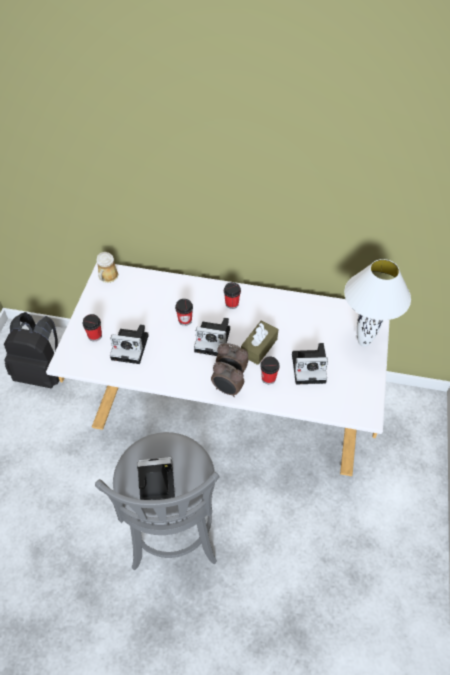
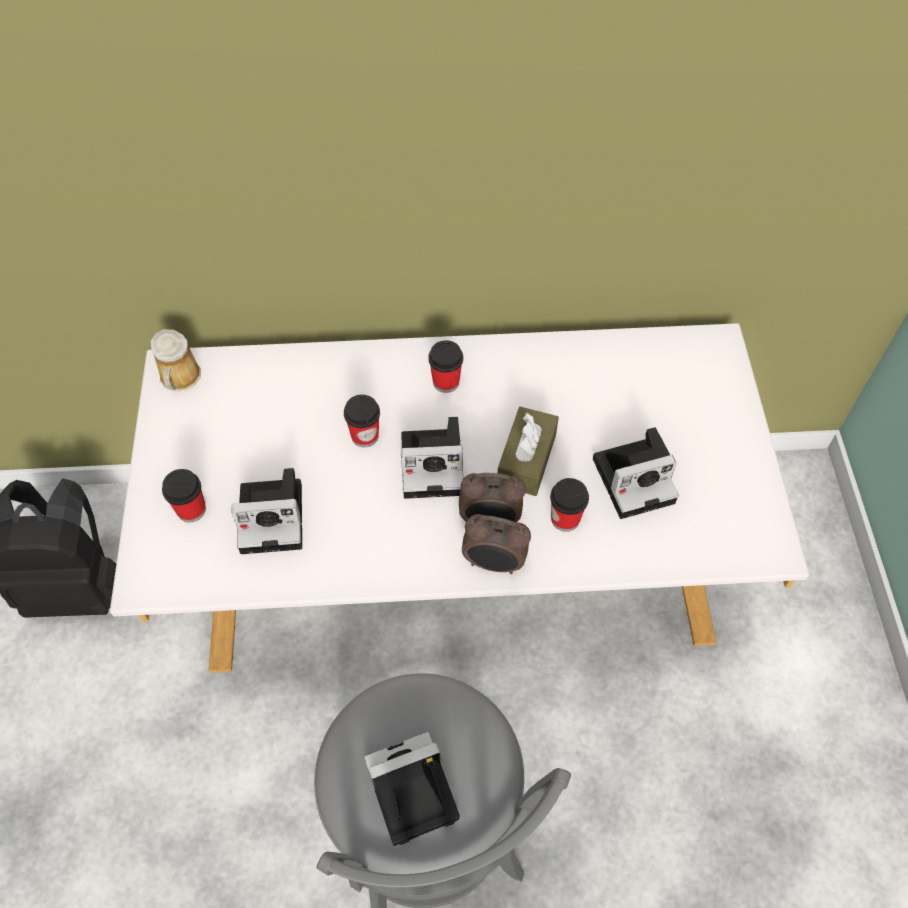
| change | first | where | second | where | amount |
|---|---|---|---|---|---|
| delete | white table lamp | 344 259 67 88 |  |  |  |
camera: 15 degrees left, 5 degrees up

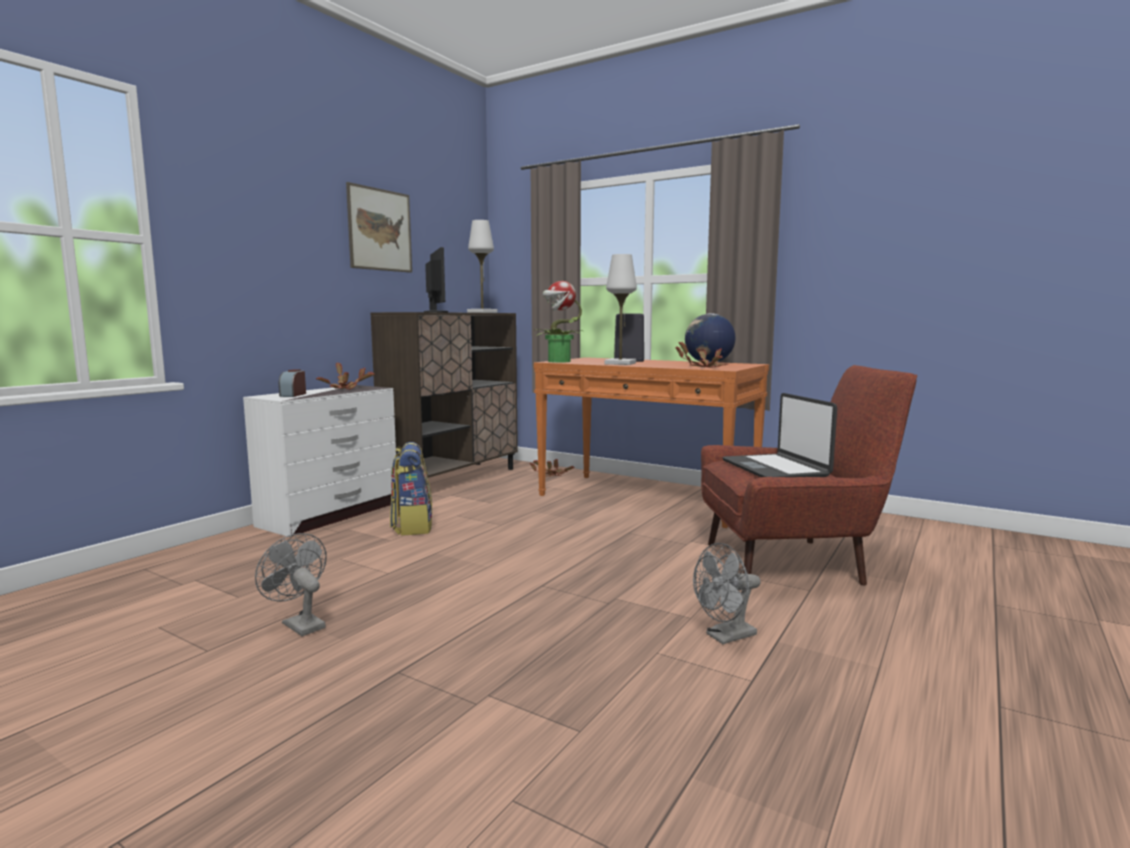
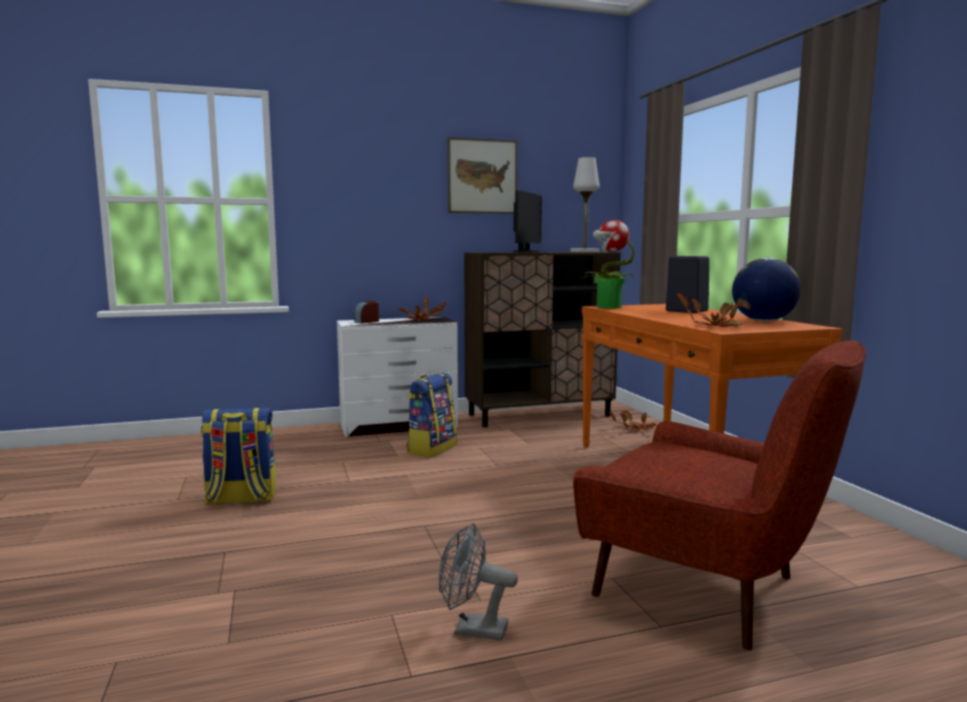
| change | first | where | second | where | amount |
|---|---|---|---|---|---|
| replace | grey fan | 255 533 72 103 | backpack | 201 408 75 97 |  |
| delete | white table lamp | 604 254 33 111 |  |  |  |
| delete | laptop | 722 393 115 84 |  |  |  |
camera: 40 degrees right, 0 degrees up

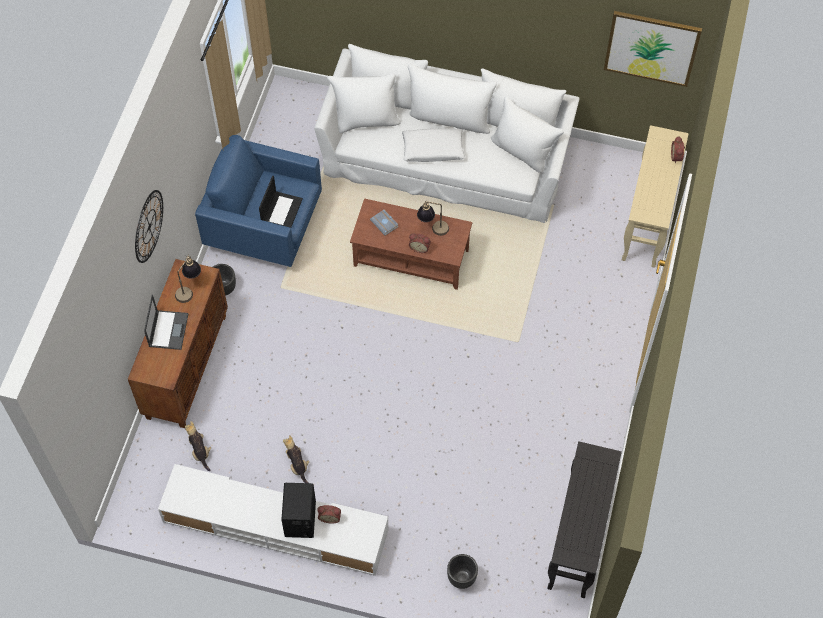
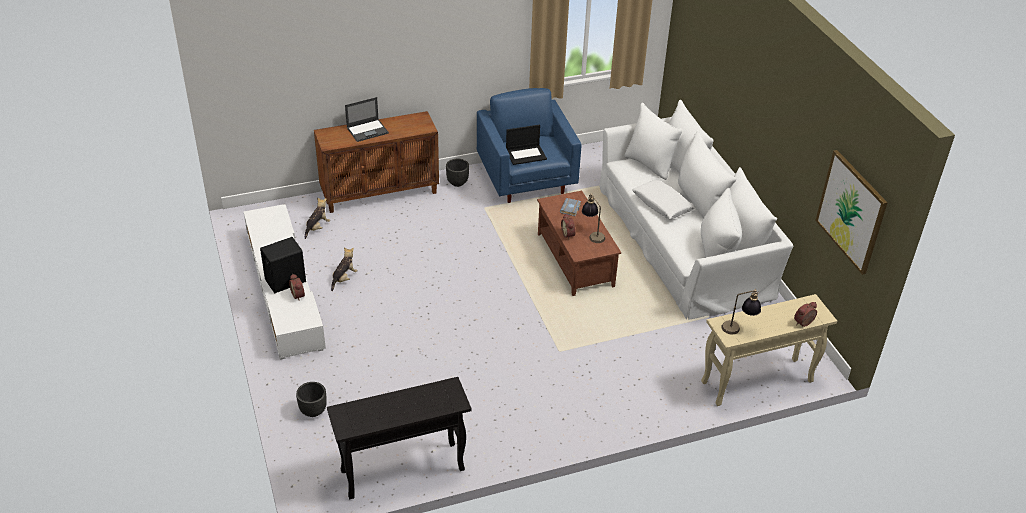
| change | first | where | second | where | amount |
|---|---|---|---|---|---|
| delete | wall clock | 135 190 28 73 |  |  |  |
| move | table lamp | 175 254 26 49 |  | 721 289 40 45 |  |
camera: 55 degrees right, 20 degrees down

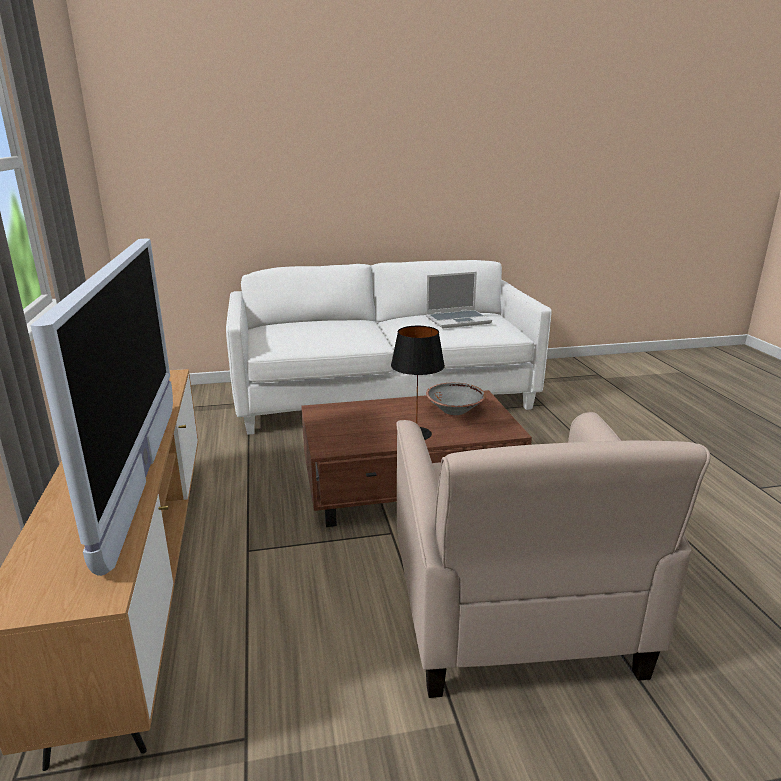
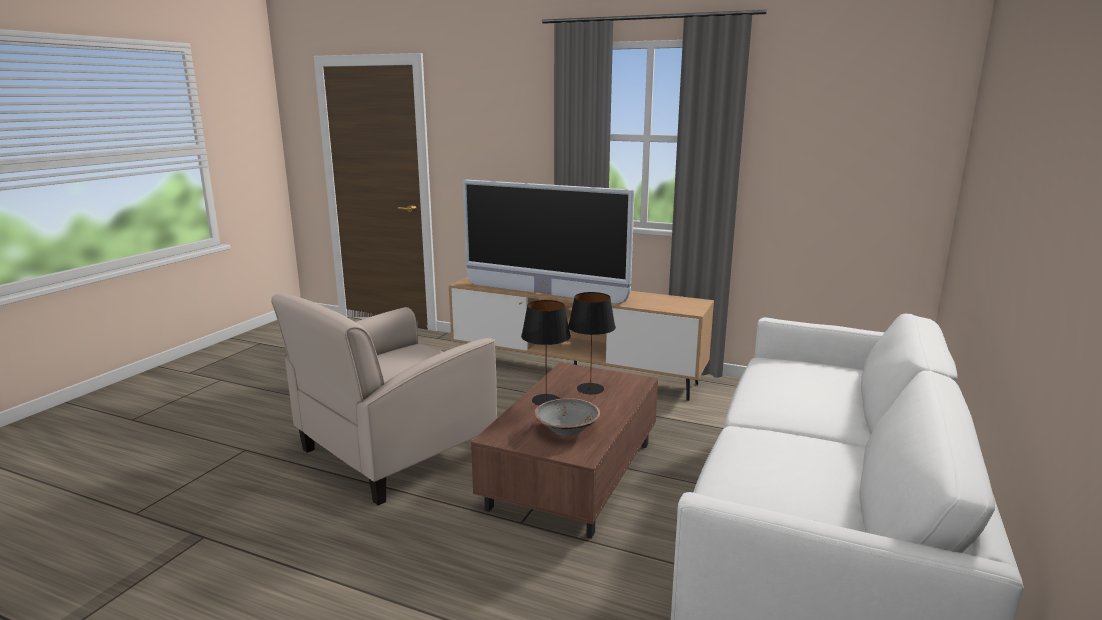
| change | first | where | second | where | amount |
|---|---|---|---|---|---|
| rotate | beige armchair | 396 412 314 286 |  | 271 293 226 212 | 75 degrees counterclockwise |
| delete | laptop | 426 272 66 56 |  |  |  |
| insert |  |  | black table lamp | 568 292 48 102 |  |
camera: 125 degrees right, 5 degrees down

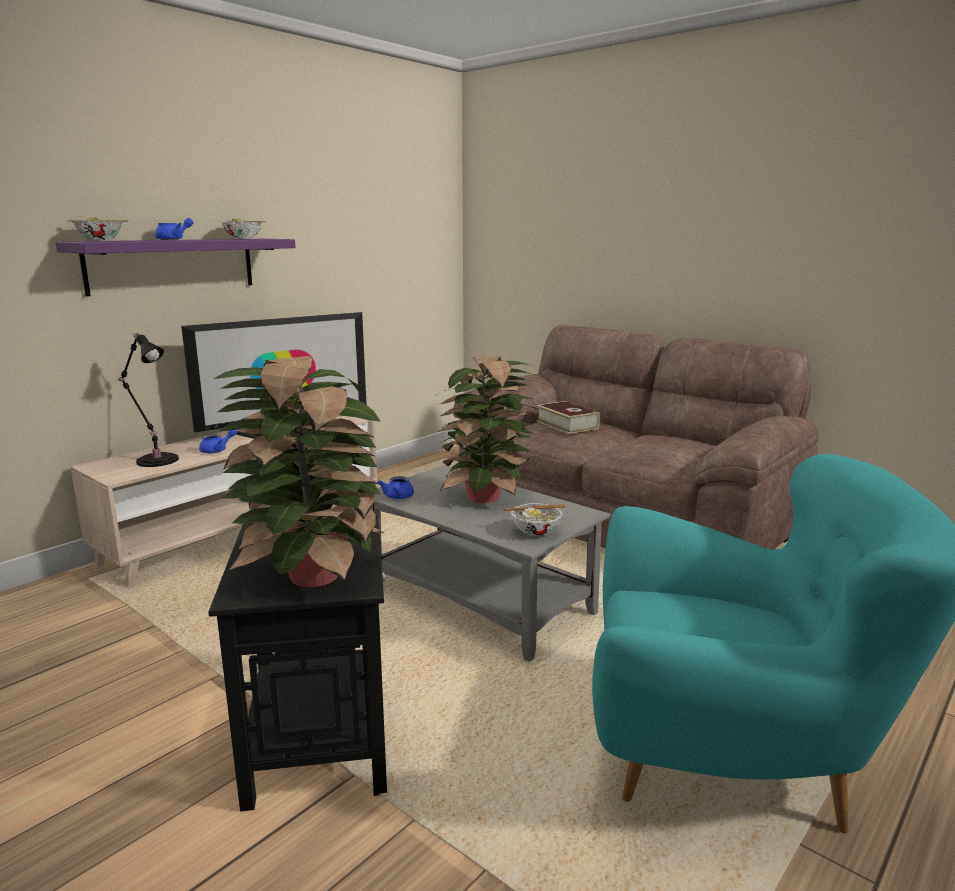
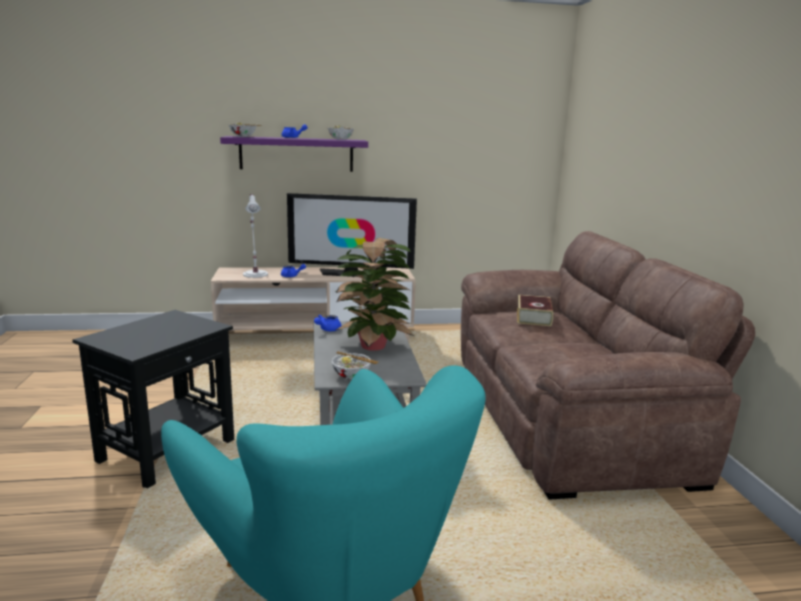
| change | first | where | second | where | amount |
|---|---|---|---|---|---|
| recolor | black table lamp | 117 333 62 134 | white table lamp | 243 194 25 84 |  |
| delete | potted plant | 214 356 171 231 |  |  |  |
camera: 40 degrees right, 0 degrees up

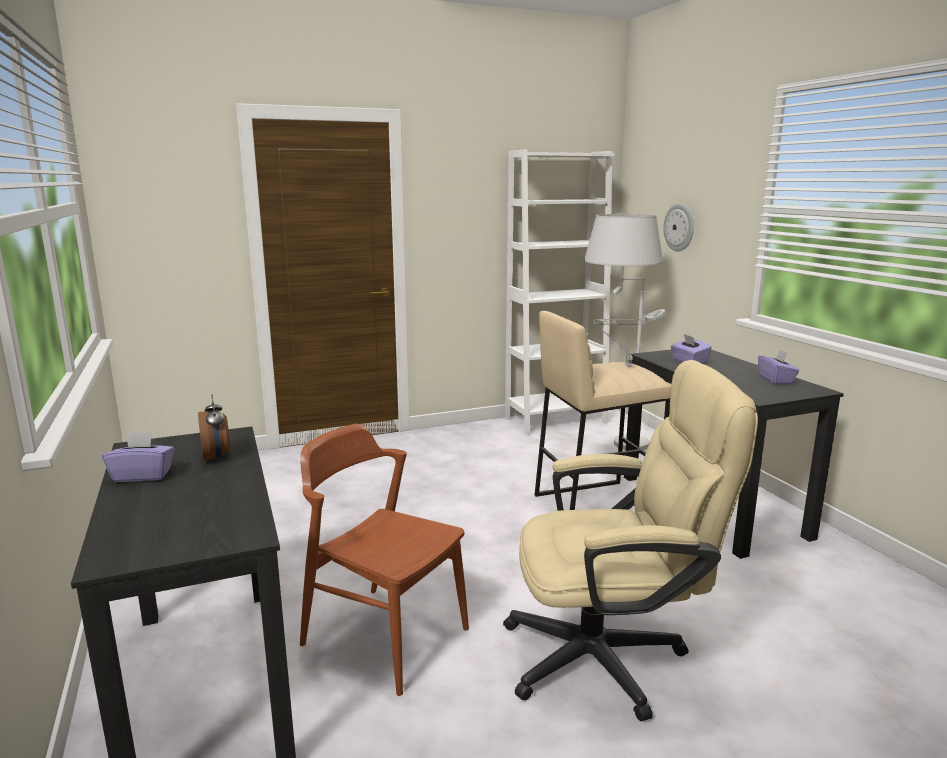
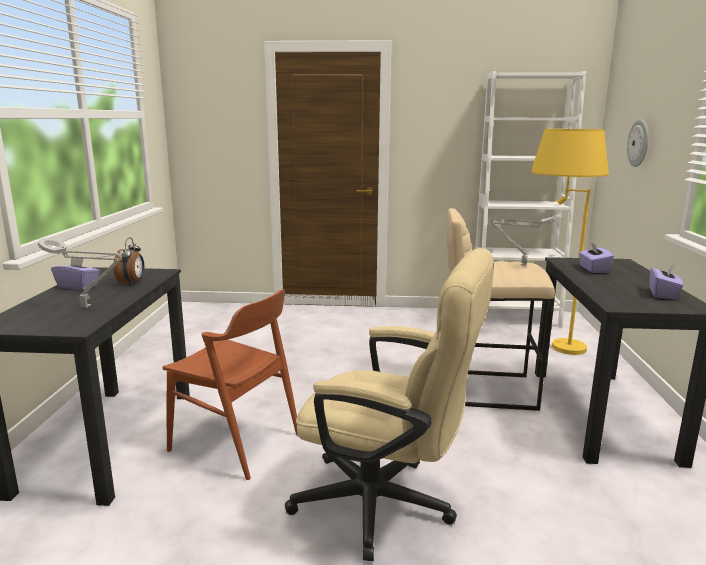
| change | first | where | second | where | amount |
|---|---|---|---|---|---|
| rotate | brown chair | 300 424 169 272 |  | 163 289 135 191 | 150 degrees clockwise |
| recolor | white floor lamp | 584 214 79 236 | yellow floor lamp | 531 129 78 226 |  |
| insert |  |  | grey table lamp | 38 238 84 70 |  |
camera: 25 degrees right, 0 degrees up

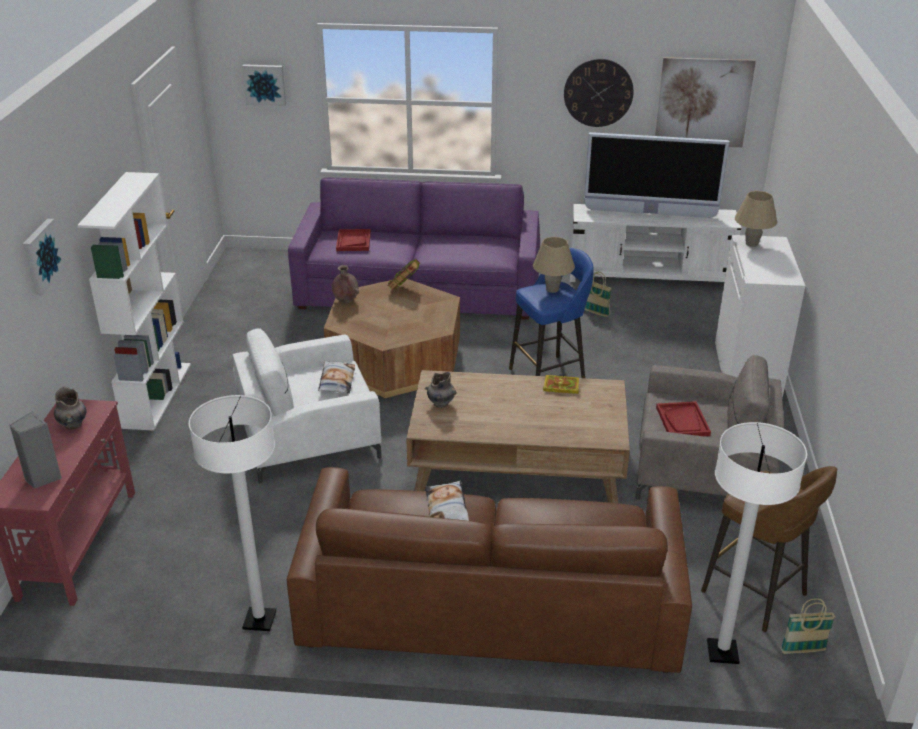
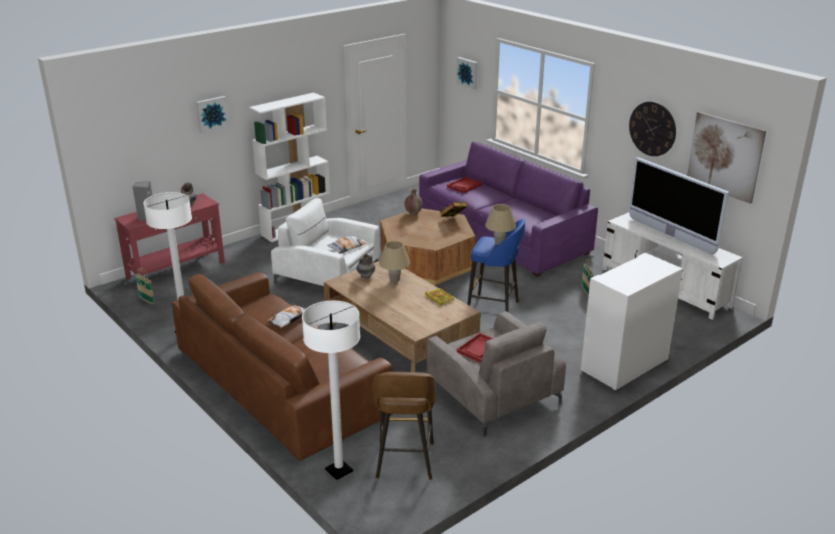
| change | first | where | second | where | amount |
|---|---|---|---|---|---|
| move | beige table lamp | 735 191 42 56 |  | 379 241 31 42 |  |
| move | basket | 781 598 54 56 |  | 135 267 20 37 |  |
camera: 45 degrees right, 5 degrees down

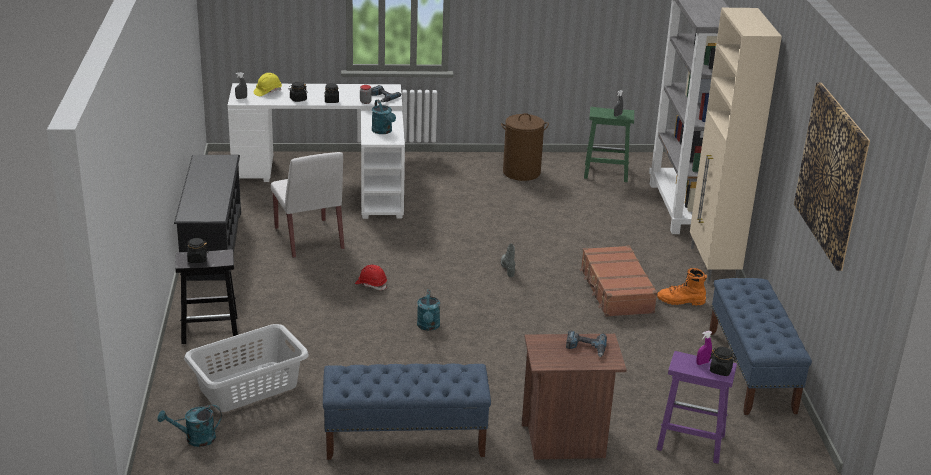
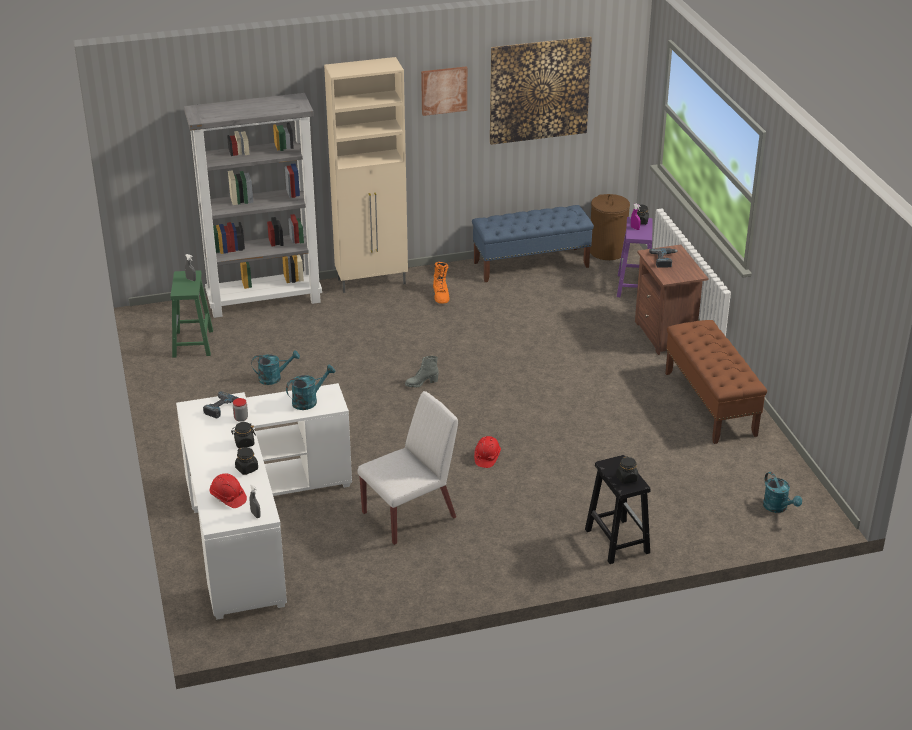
| change | first | where | second | where | amount |
|---|---|---|---|---|---|
| delete | black shoe rack | 174 155 67 126 |  |  |  |
| delete | grey laundry basket | 184 324 125 88 |  |  |  |
| recolor | yellow hard hat | 254 73 28 23 | red hard hat | 210 473 37 35 |  |
| recolor | blue bench | 323 364 168 96 | brown bench | 665 320 102 124 |  |
| move | turquoise watering can | 417 290 23 41 |  | 251 350 49 35 |  |
| move | brown laundry basket | 501 113 48 68 |  | 590 194 40 66 |  |
| delete | brown suitcase | 580 245 78 72 |  |  |  |
| insert |  |  | picture | 421 66 46 50 |  |
camera: 100 degrees left, 5 degrees up

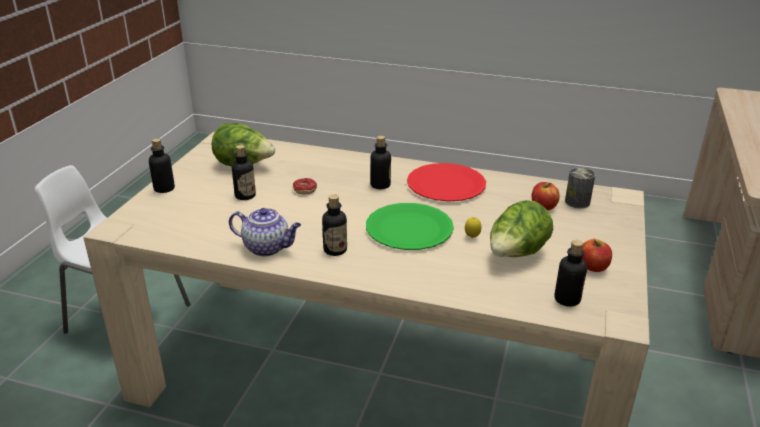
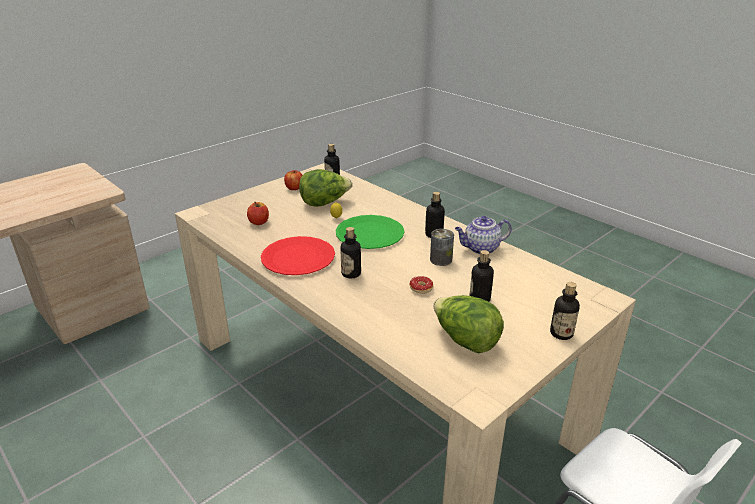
| change | first | where | second | where | amount |
|---|---|---|---|---|---|
| rotate | teapot | 229 208 72 48 |  | 455 216 57 38 | 60 degrees counterclockwise |
| move | can | 565 167 31 41 |  | 430 229 24 37 |  |
camera: 150 degrees left, 0 degrees up

